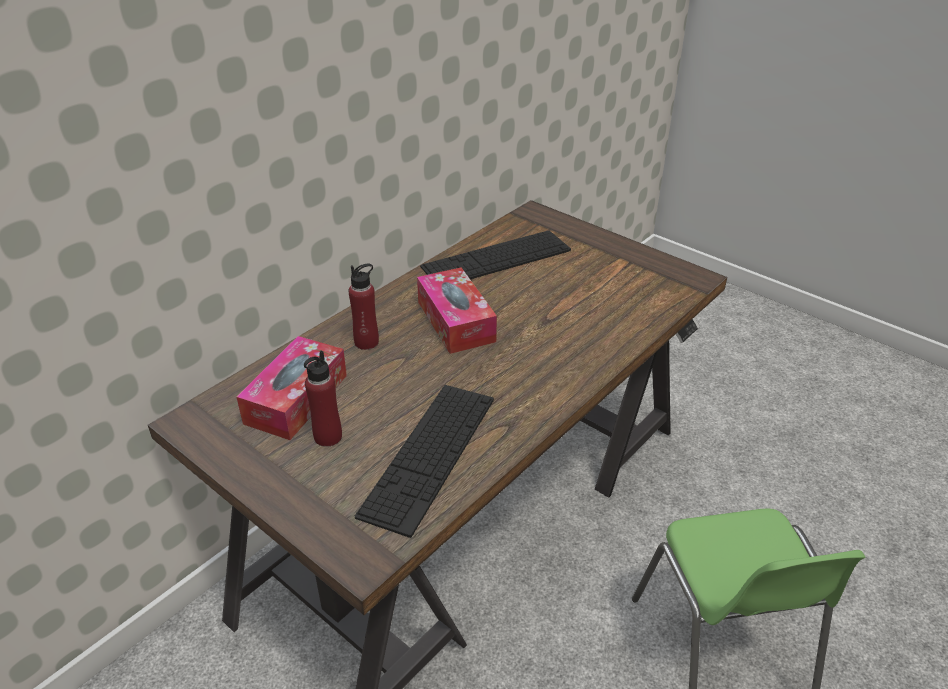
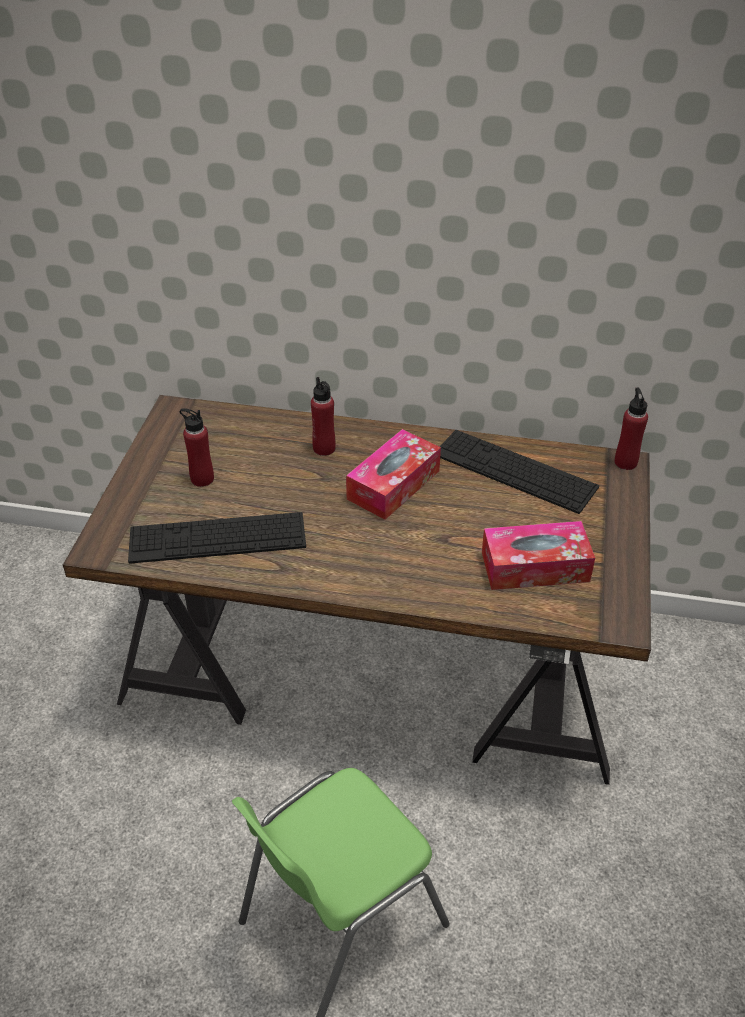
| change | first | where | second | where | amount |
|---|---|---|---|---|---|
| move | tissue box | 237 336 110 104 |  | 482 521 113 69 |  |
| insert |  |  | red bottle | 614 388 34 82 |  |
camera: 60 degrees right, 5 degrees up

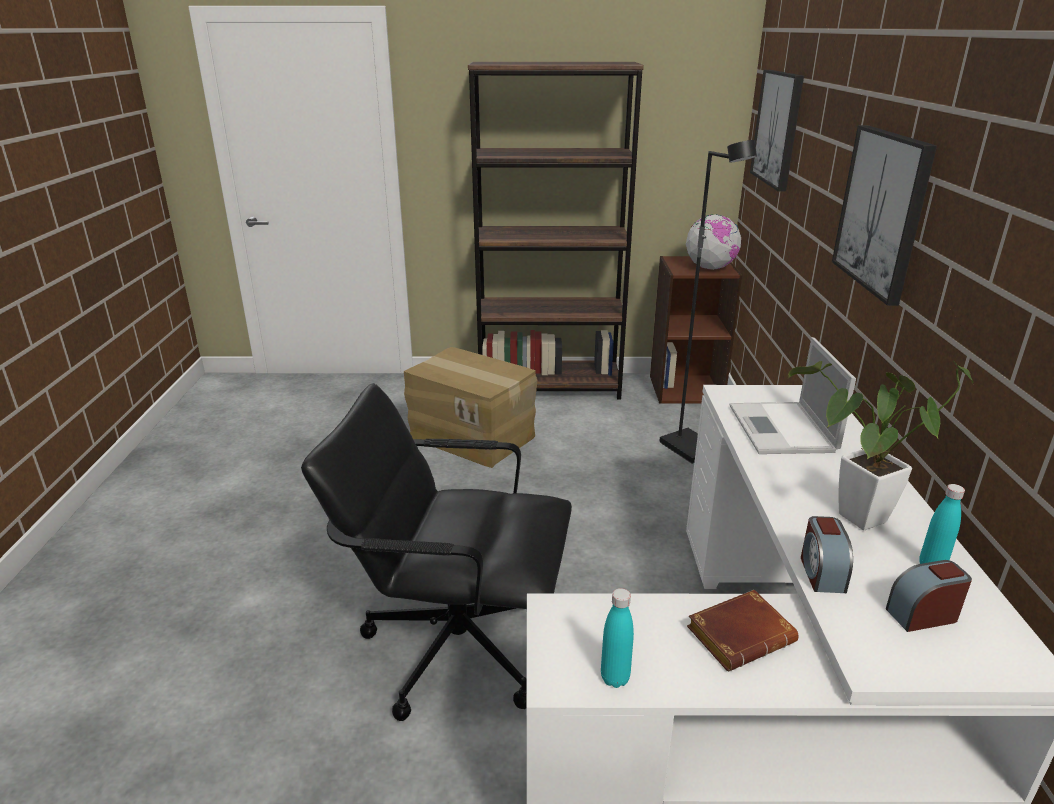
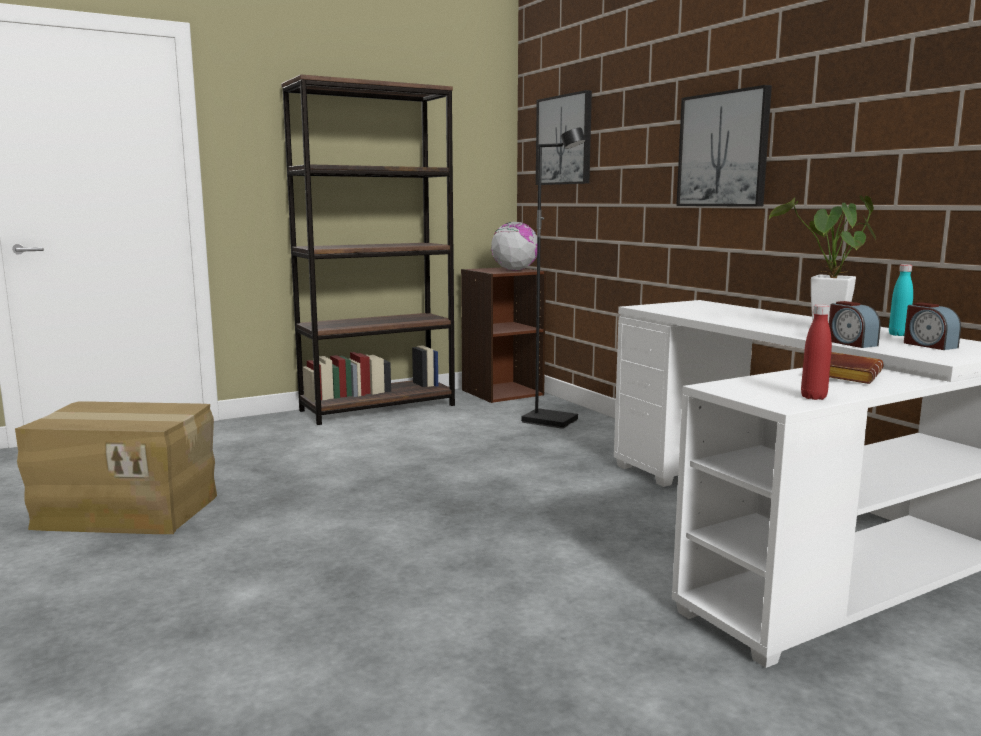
| change | first | where | second | where | amount |
|---|---|---|---|---|---|
| delete | black office chair | 301 383 271 338 |  |  |  |
| move | cardboard box | 404 347 133 121 |  | 15 402 202 132 |  |
| recolor | turquoise bottle | 601 588 33 100 | red bottle | 801 304 31 96 |  |
| delete | laptop | 730 337 126 117 |  |  |  |
| rotate | alarm clock | 886 560 86 72 |  | 904 303 57 47 | 75 degrees counterclockwise |
camera: 30 degrees left, 15 degrees down

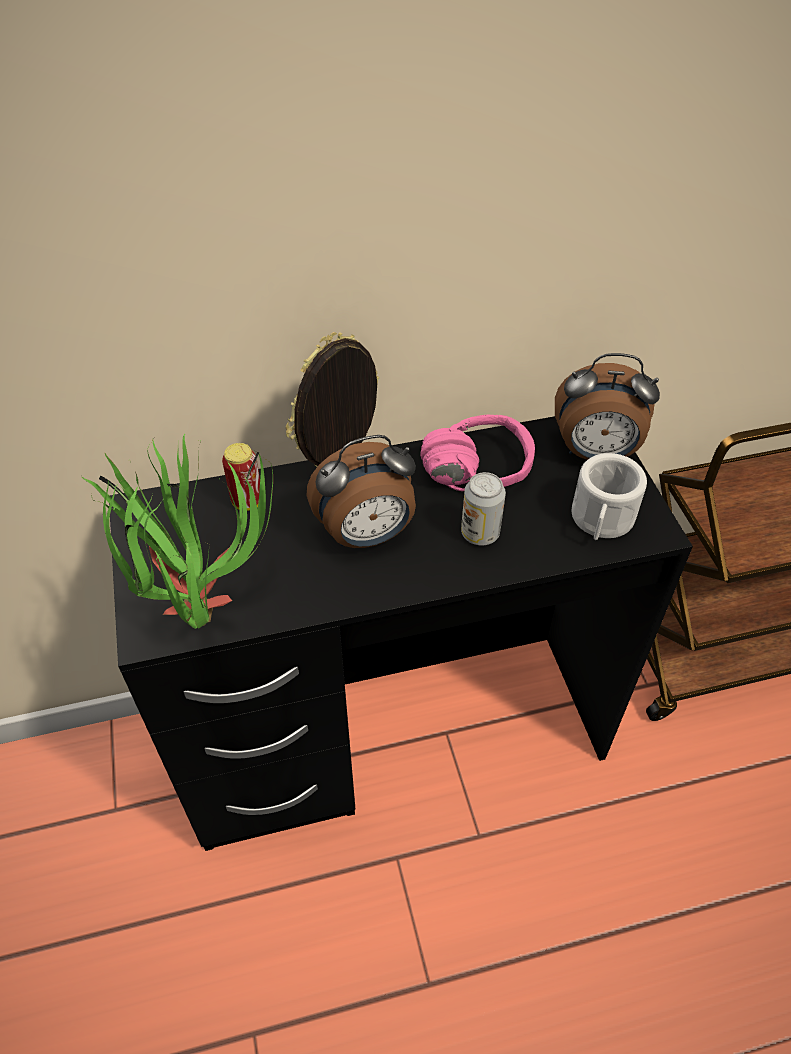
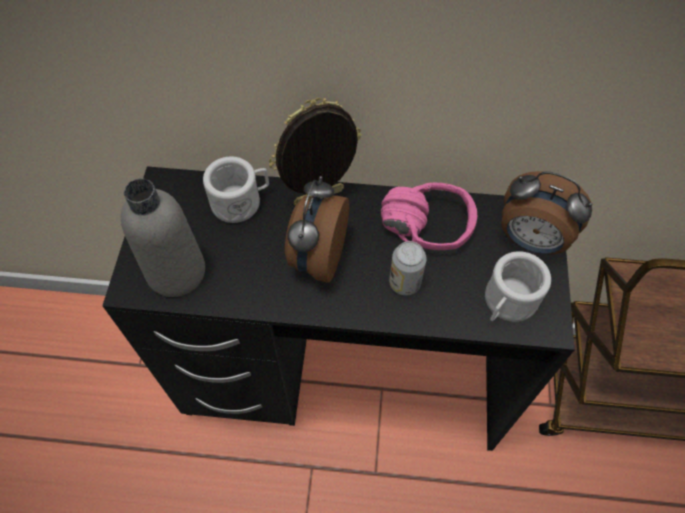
| change | first | where | second | where | amount |
|---|---|---|---|---|---|
| replace | potted plant | 81 434 192 195 | grey bottle | 121 178 84 119 |  |
| replace | can | 222 443 38 68 | white mug | 203 157 66 66 |  |
| rotate | alarm clock | 306 435 110 113 |  | 285 176 64 107 | 105 degrees clockwise |
camera: 20 degrees right, 10 degrees up

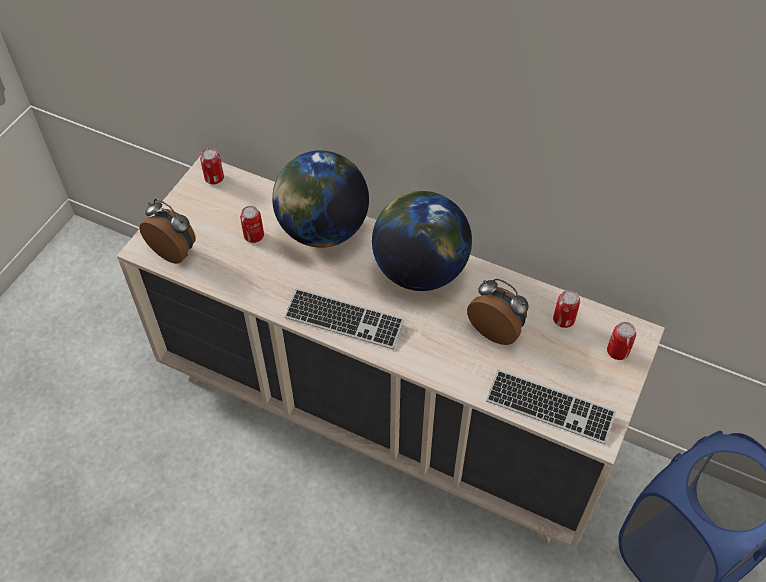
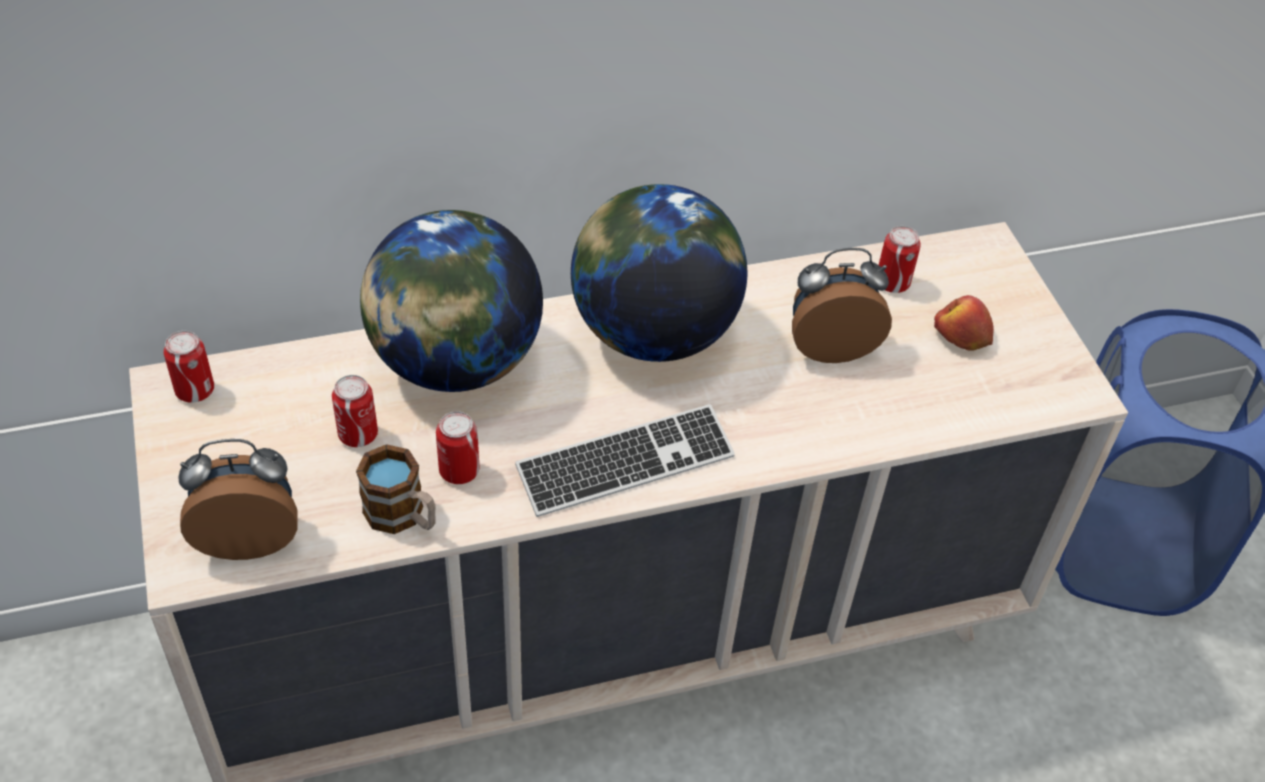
| change | first | where | second | where | amount |
|---|---|---|---|---|---|
| delete | keyboard | 486 369 130 75 |  |  |  |
| move | can | 607 322 29 38 |  | 436 411 44 73 |  |
| insert |  |  | mug | 356 444 80 90 |  |
| insert |  |  | apple | 934 295 60 56 |  |
camera: 45 degrees left, 5 degrees down

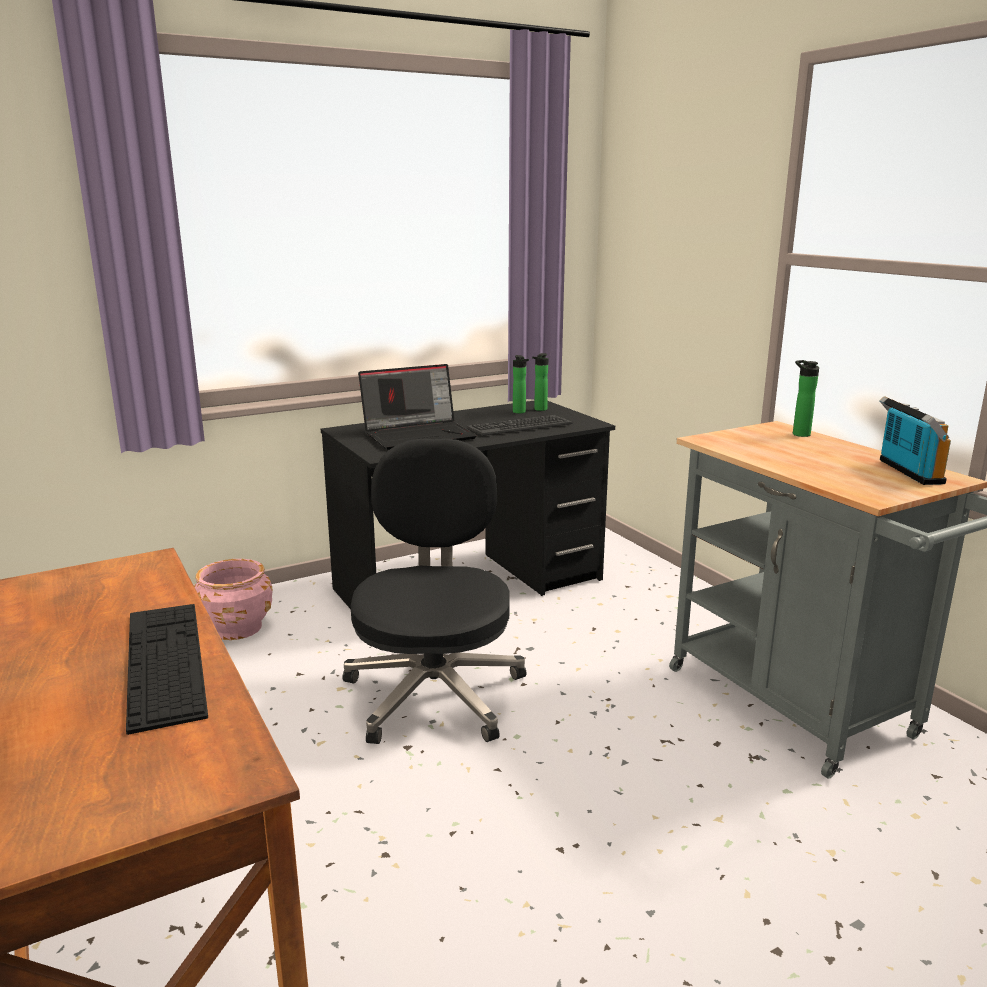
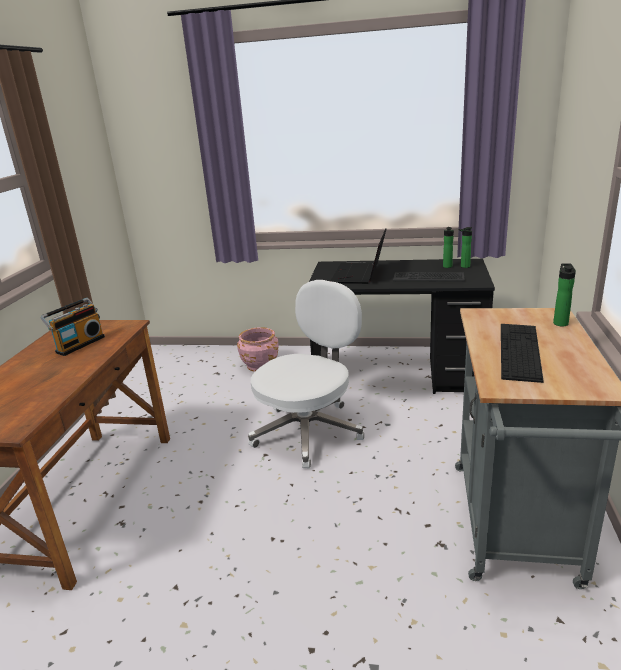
| change | first | where | second | where | amount |
|---|---|---|---|---|---|
| move | keyboard | 126 604 82 131 |  | 501 324 43 59 |  |
| recolor | black office chair | 342 438 184 306 | white office chair | 248 280 116 188 |  |
| rotate | laptop | 358 364 119 86 |  | 331 228 55 56 | 90 degrees clockwise |
| move | radio | 879 396 72 89 |  | 41 298 64 58 |  |
camera: 40 degrees right, 5 degrees up

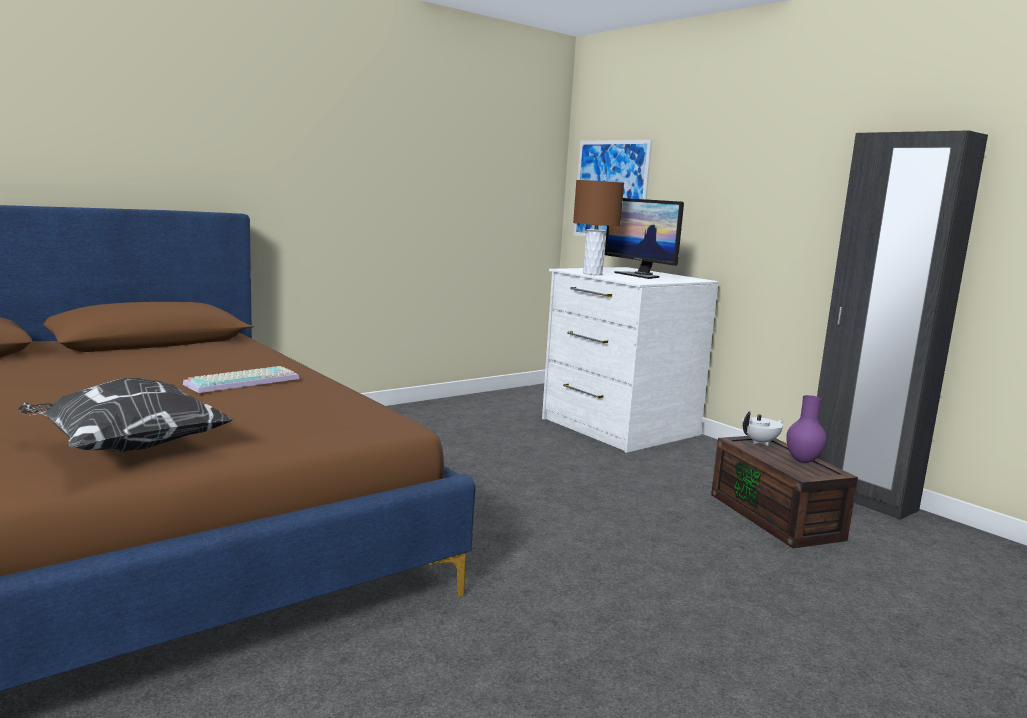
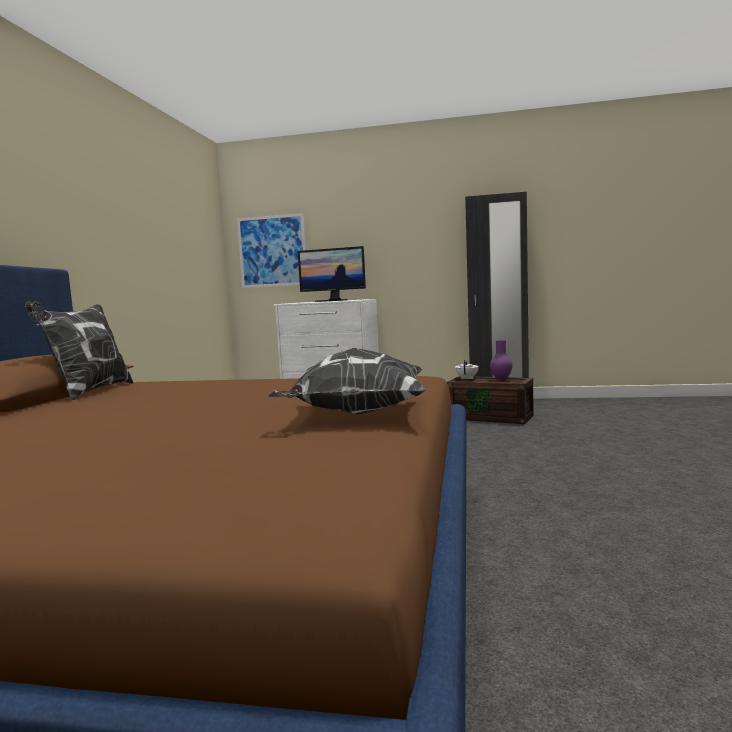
| change | first | where | second | where | amount |
|---|---|---|---|---|---|
| delete | keyboard | 183 366 116 27 |  |  |  |
| delete | brown table lamp | 573 180 51 95 |  |  |  |
| insert |  |  | pillow | 25 301 108 99 |  |
camera: 40 degrees left, 5 degrees down

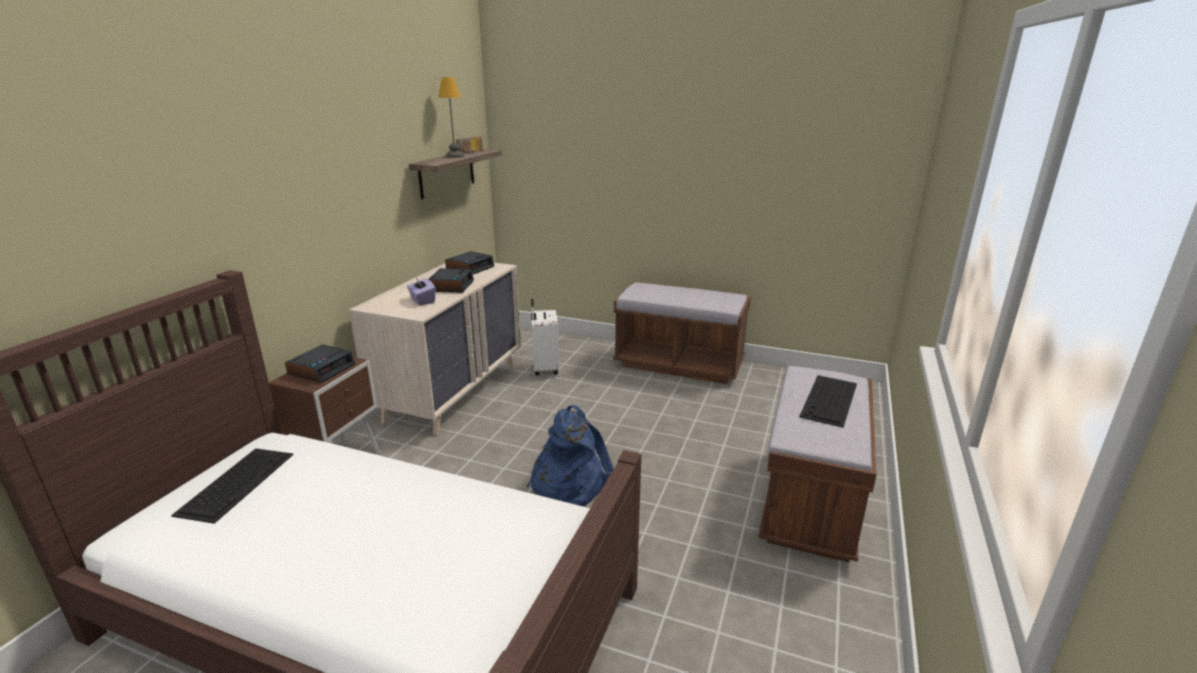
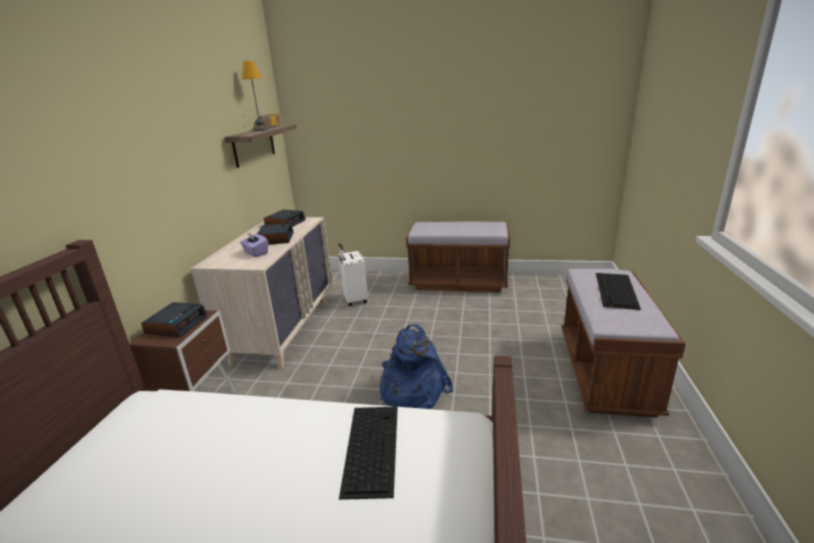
| change | first | where | second | where | amount |
|---|---|---|---|---|---|
| move | keyboard | 171 448 123 76 |  | 339 406 59 94 |  |
camera: 10 degrees left, 0 degrees up

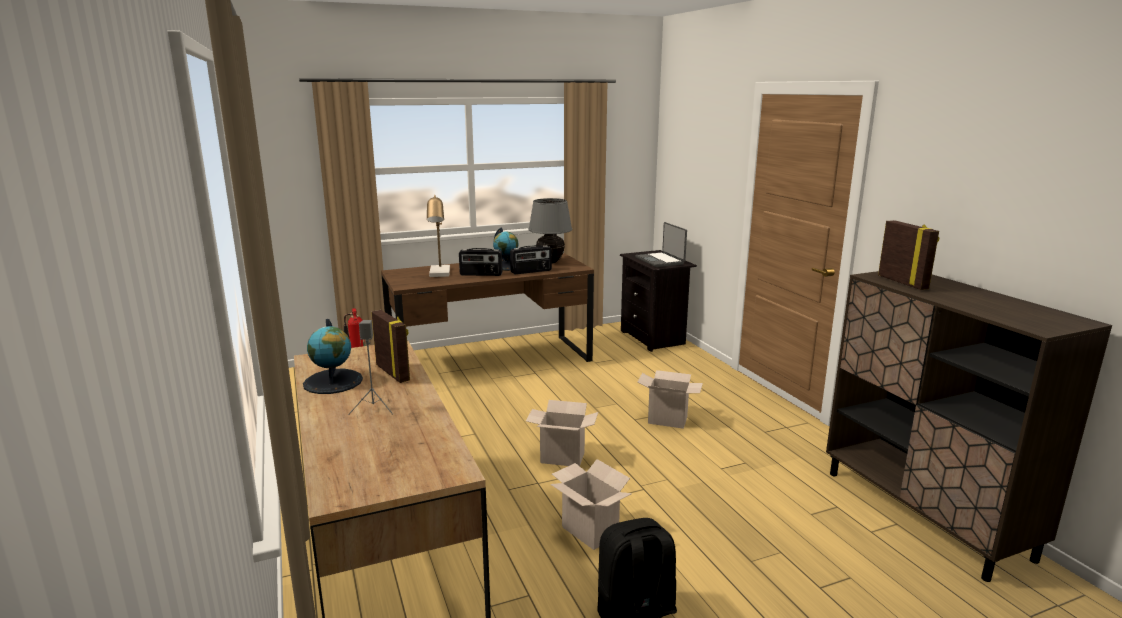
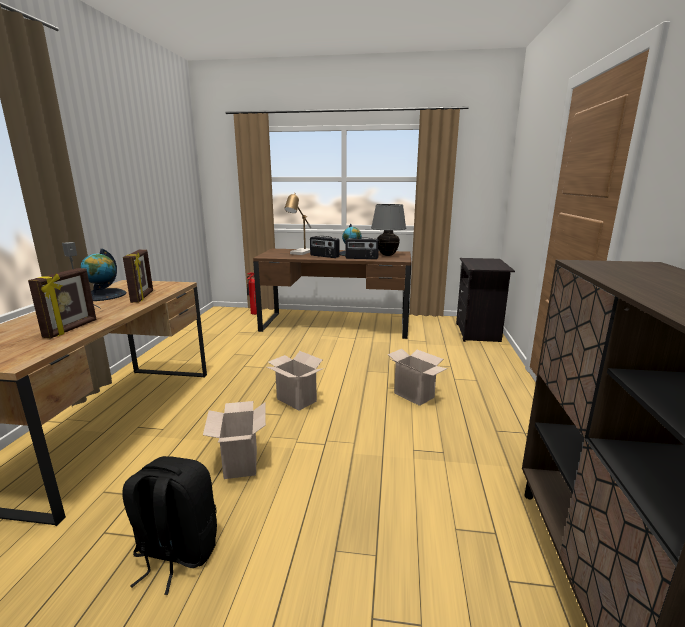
| change | first | where | second | where | amount |
|---|---|---|---|---|---|
| delete | laptop | 635 222 52 45 |  |  |  |
| move | picture frame | 878 220 61 70 |  | 28 268 69 70 |  |
camera: 30 degrees right, 0 degrees up

